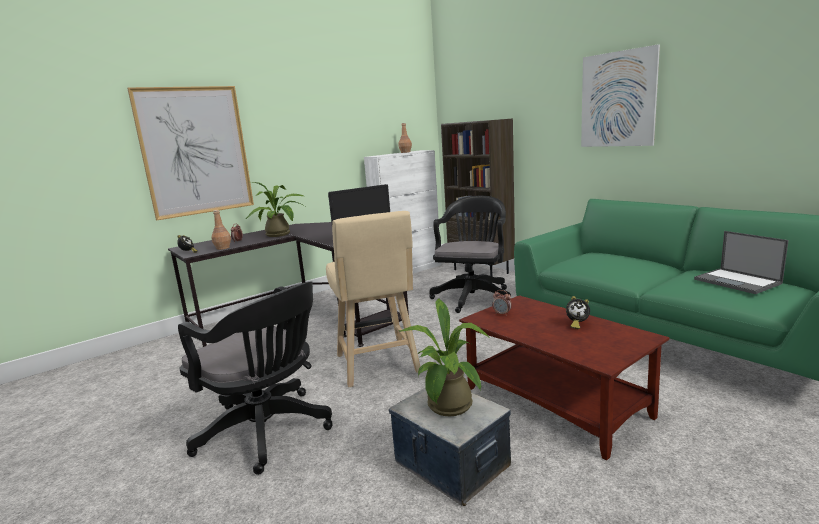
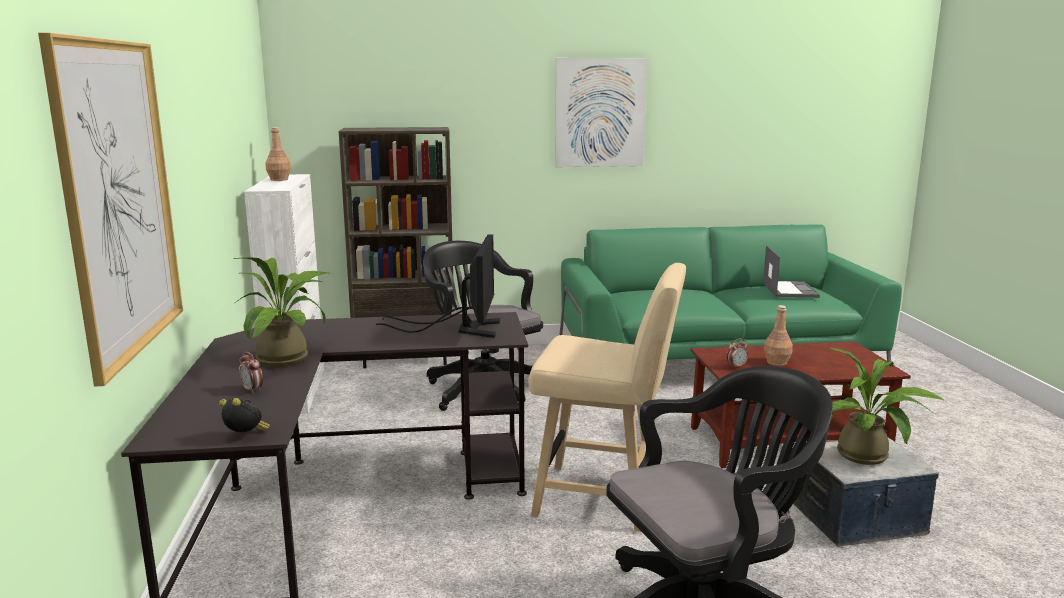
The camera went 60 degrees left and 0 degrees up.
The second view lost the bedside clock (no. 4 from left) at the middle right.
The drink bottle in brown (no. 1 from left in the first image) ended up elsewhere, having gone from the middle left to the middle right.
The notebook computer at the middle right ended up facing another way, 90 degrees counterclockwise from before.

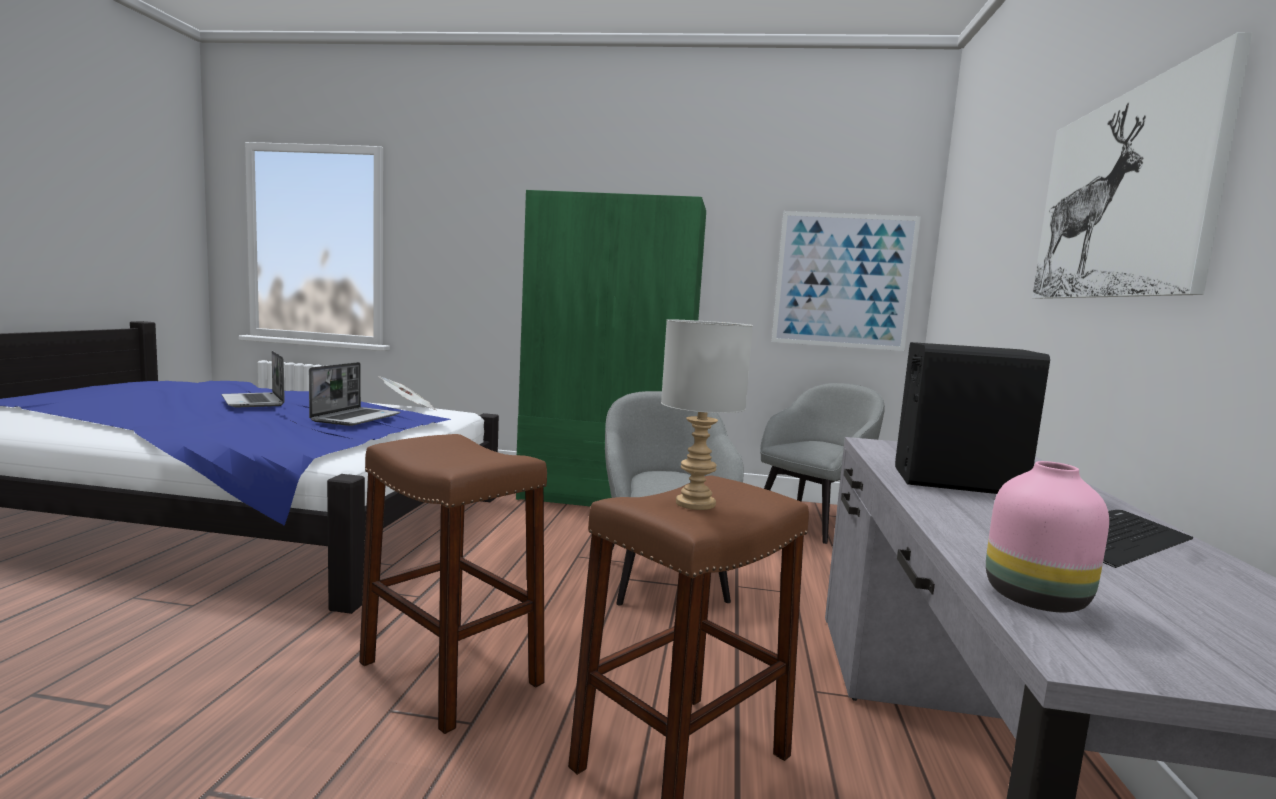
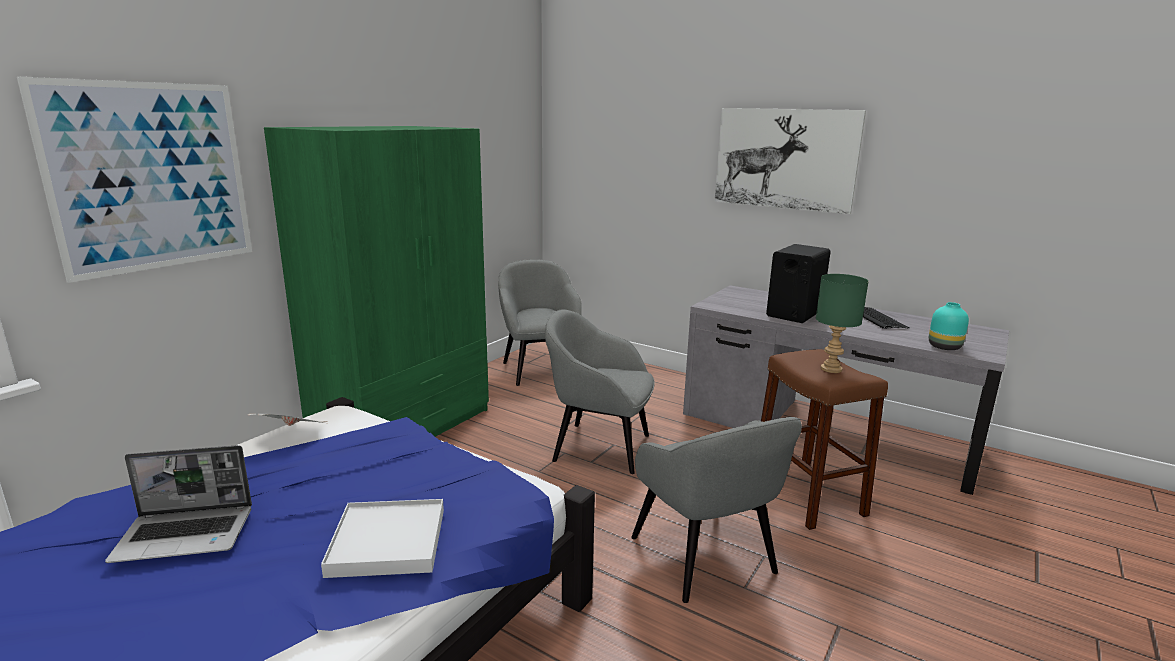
The camera went 65 degrees left and 10 degrees up.
The second view lost the notebook computer (no. 2 from left) at the middle left.
The second view gained the tray in white-coloured at the bottom left.
The picture (no. 1 from left) ended up elsewhere, having gone from the centre to the top left.
Where the stool seat in brown (no. 1 from left) stood at the bottom centre, the easy chair in gray (no. 3 from left) came to stand at the bottom centre.
What was the tabletop lamp in gray at the centre turned into the tabletop lamp in green-coloured at the middle right.
What was the flower vase in pinkish at the bottom right turned into the flower vase in turquoise-coloured at the middle right.

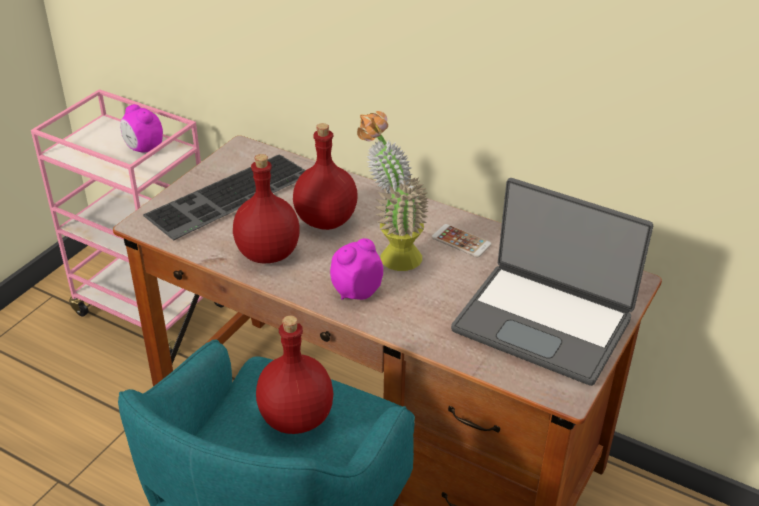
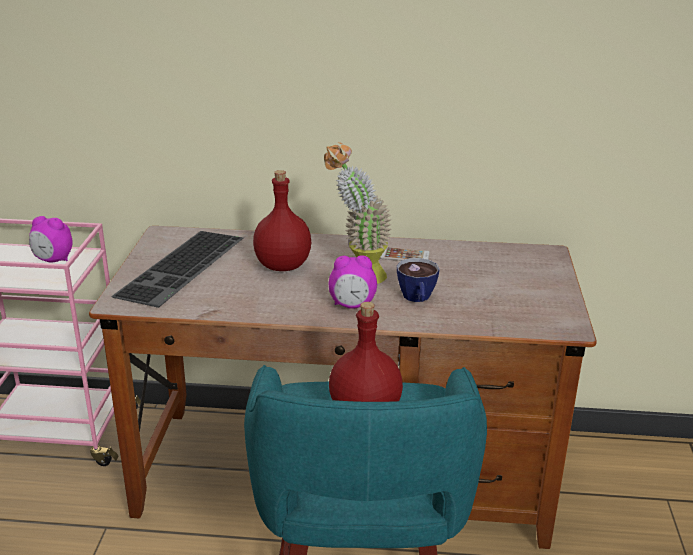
The camera went 25 degrees left and 10 degrees down.
The second view lost the drink bottle in red (no. 1 from left) at the centre.
The second view lost the notebook computer at the middle right.
The second view gained the small cup at the centre.
The bedside clock (no. 2 from left) at the centre ended up facing another way, 120 degrees counterclockwise from before.

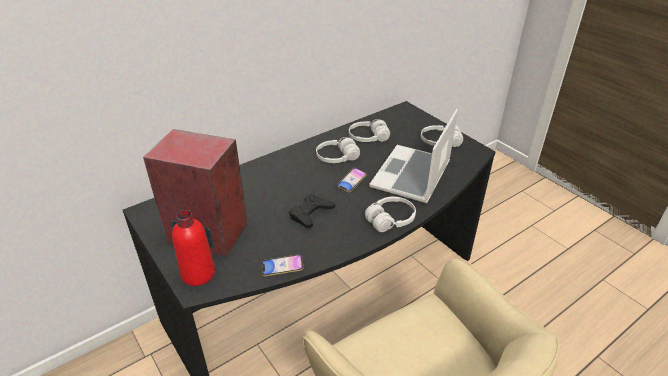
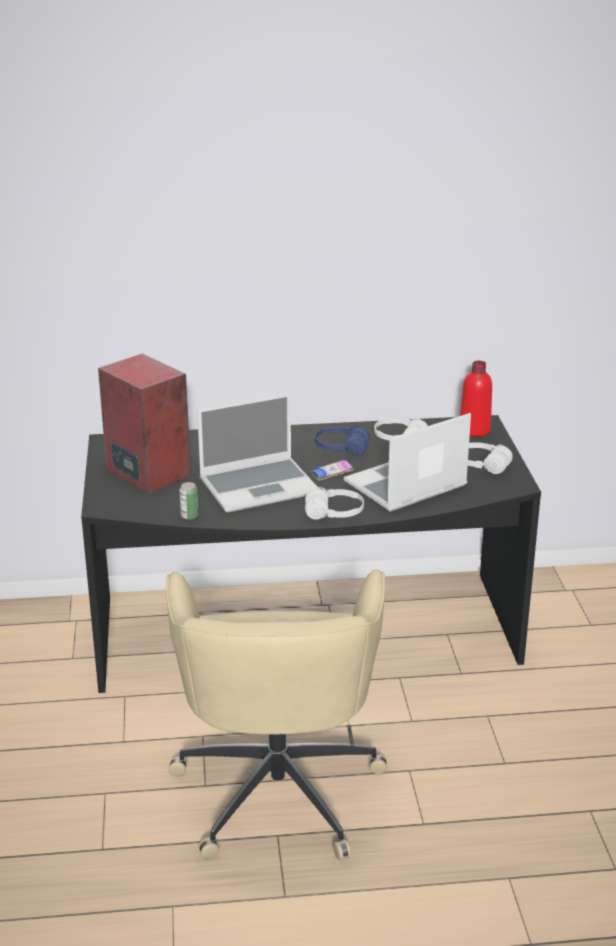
The camera went 30 degrees right and 10 degrees down.
The drink bottle in red ended up elsewhere, having gone from the middle left to the middle right.
Where the handset (no. 1 from left) stood at the bottom centre, the metal can came to stand at the middle left.
Where the joypad in black stood at the centre, the notebook computer (no. 1 from left) came to stand at the centre.
What was the pair of headphones in white-coloured (no. 1 from left) at the centre turned into the pair of headphones in blue-coloured at the centre.

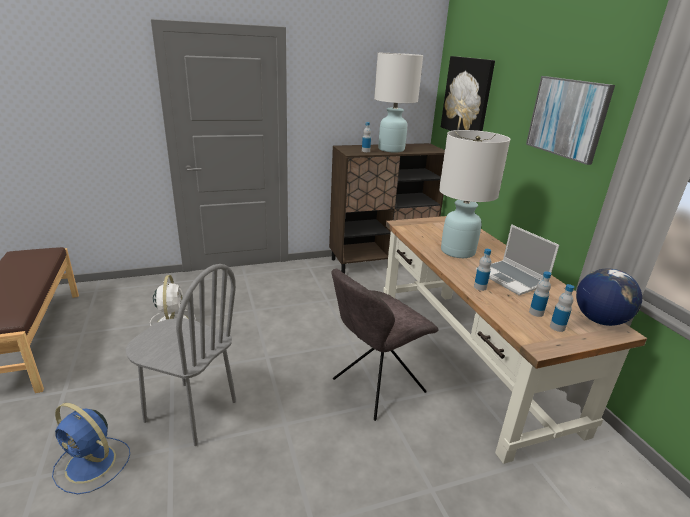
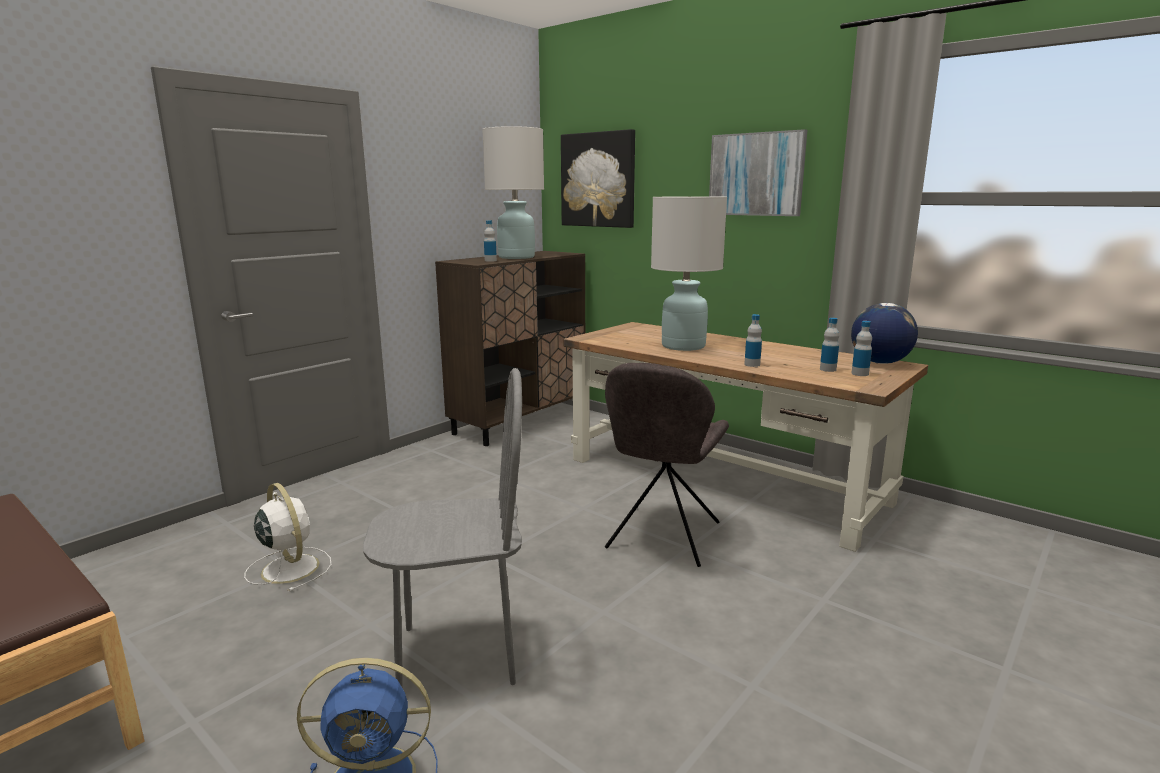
The camera went 30 degrees left and 10 degrees down.
The second view lost the notebook computer at the middle right.

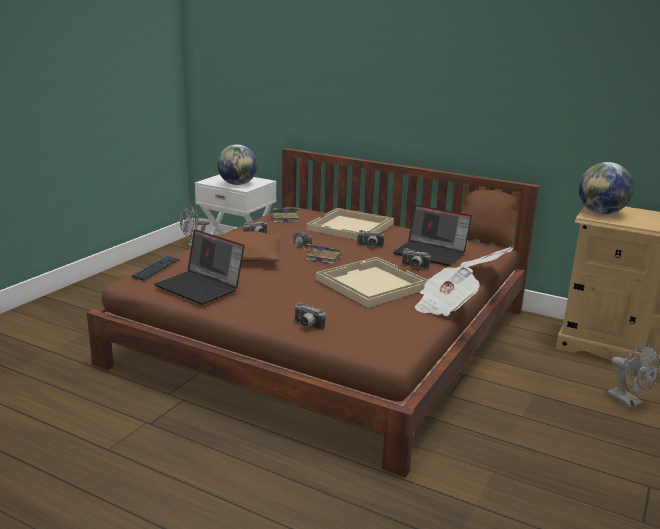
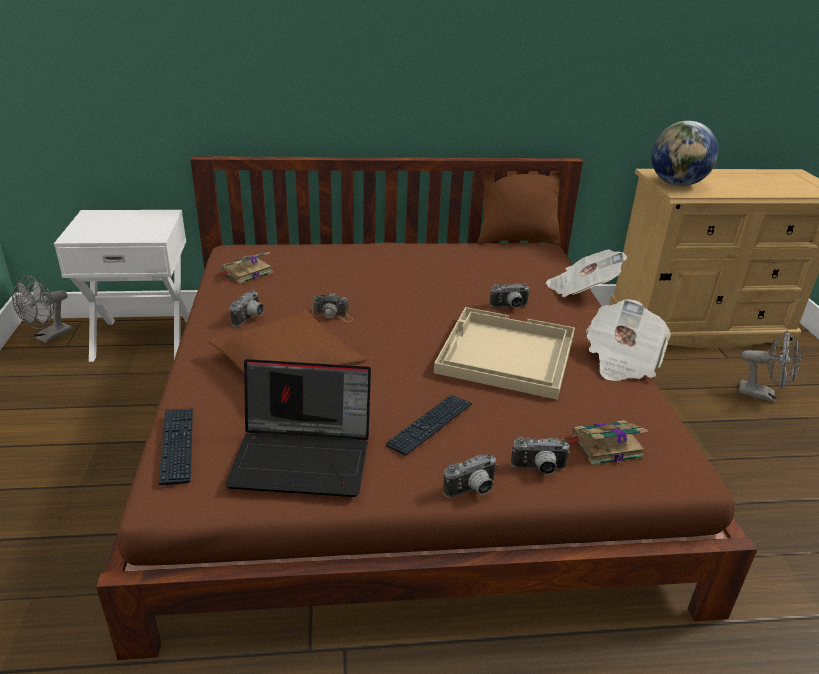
The camera went 35 degrees left and 10 degrees up.
The second view lost the desk globe (no. 1 from left) at the top centre.
The second view lost the tray in beige-coloured (no. 1 from left) at the centre.
The second view lost the notebook computer (no. 2 from left) at the centre.
The second view gained the keyboard (no. 2 from left) at the centre.
The book (no. 2 from left) ended up elsewhere, having gone from the centre to the middle right.
The photo camera (no. 4 from left in the first image) ended up elsewhere, having gone from the centre to the bottom centre.

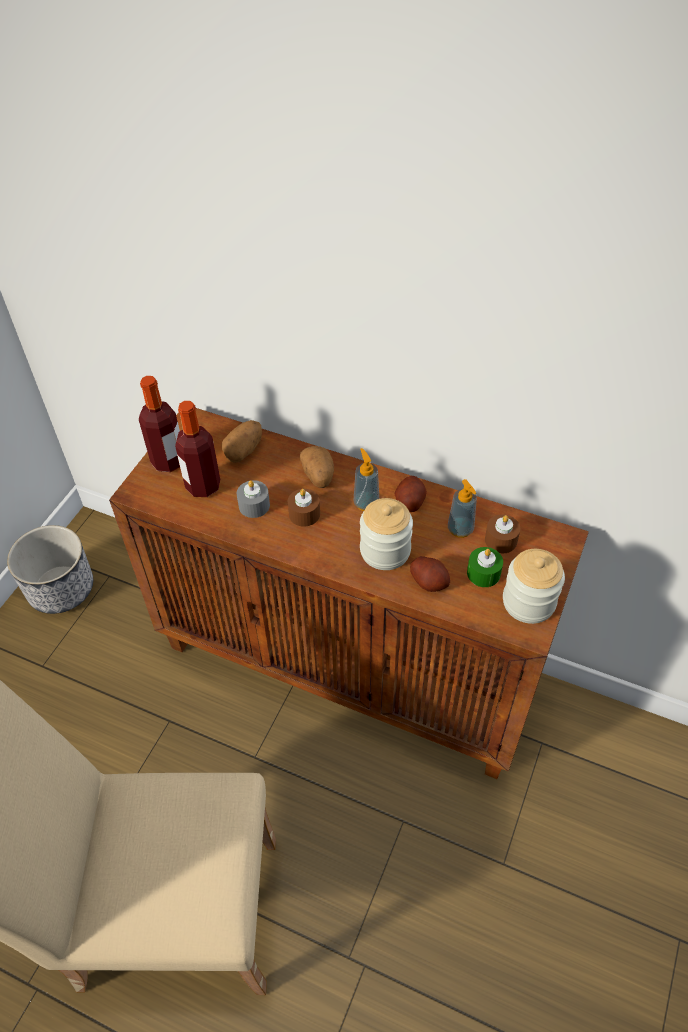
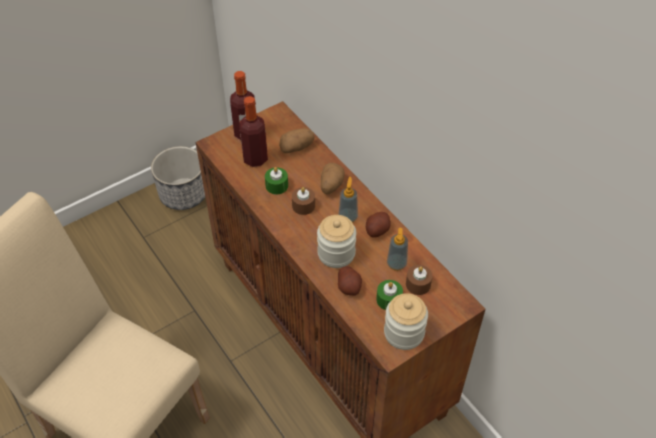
The camera went 30 degrees right and 0 degrees up.
What was the wax light in gray at the centre turned into the wax light in green-coloured (no. 1 from left) at the centre.

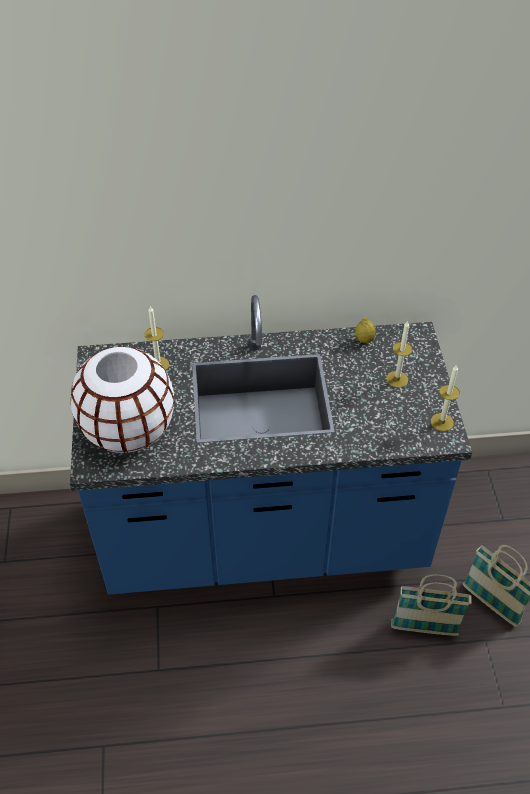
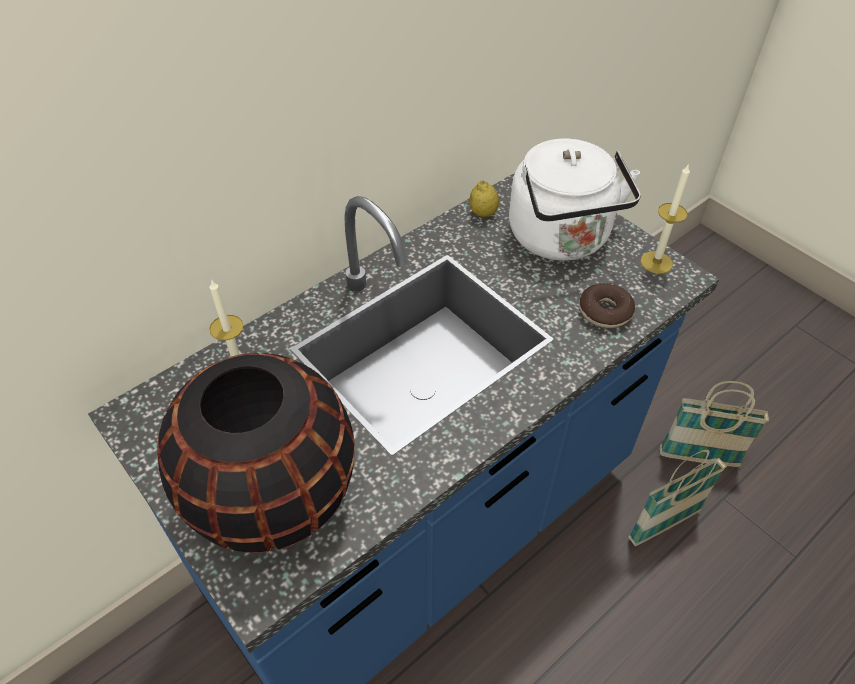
The camera went 35 degrees left and 0 degrees up.
The second view gained the doughnut at the middle right.
Where the wax light (no. 2 from left) stood at the middle right, the tea kettle in white-coloured came to stand at the top right.
What was the flower vase in white-coloured at the middle left turned into the flower vase in black at the middle left.

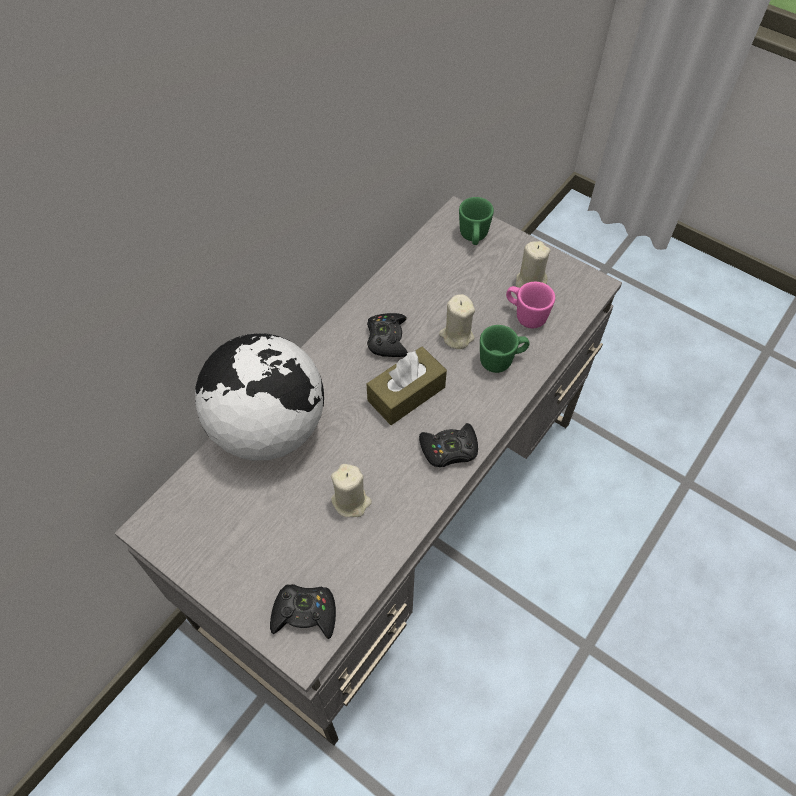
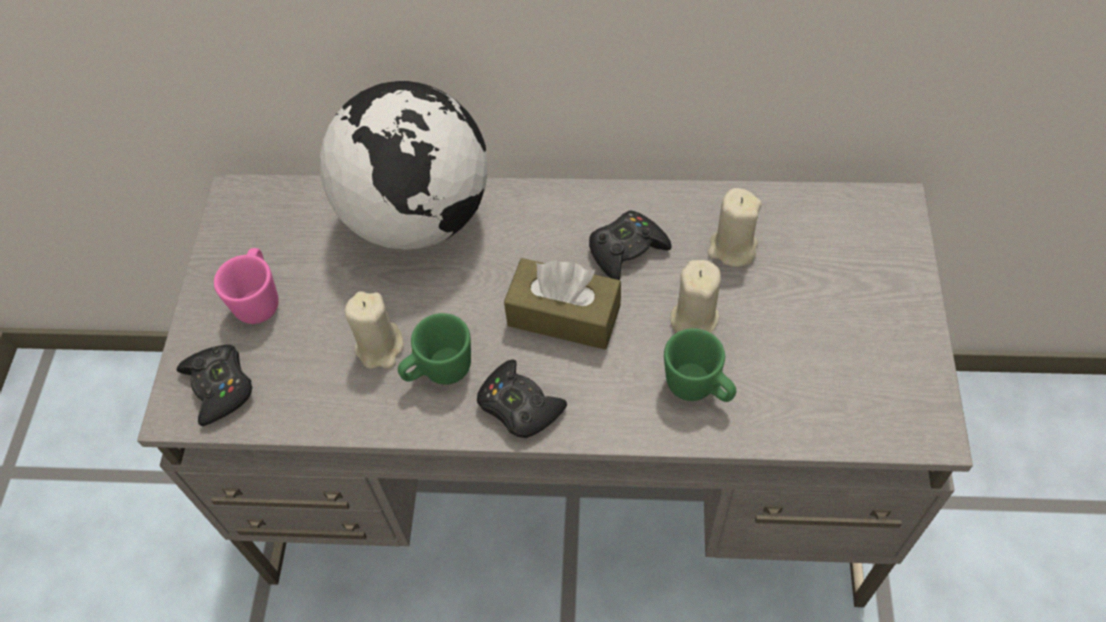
The camera went 60 degrees right and 0 degrees up.
The tea mug in green-coloured (no. 1 from left) ended up elsewhere, having gone from the top centre to the centre.
The tea mug in pinkish ended up elsewhere, having gone from the centre to the middle left.
The wax light in beige-coloured (no. 3 from left) ended up elsewhere, having gone from the top right to the centre.

